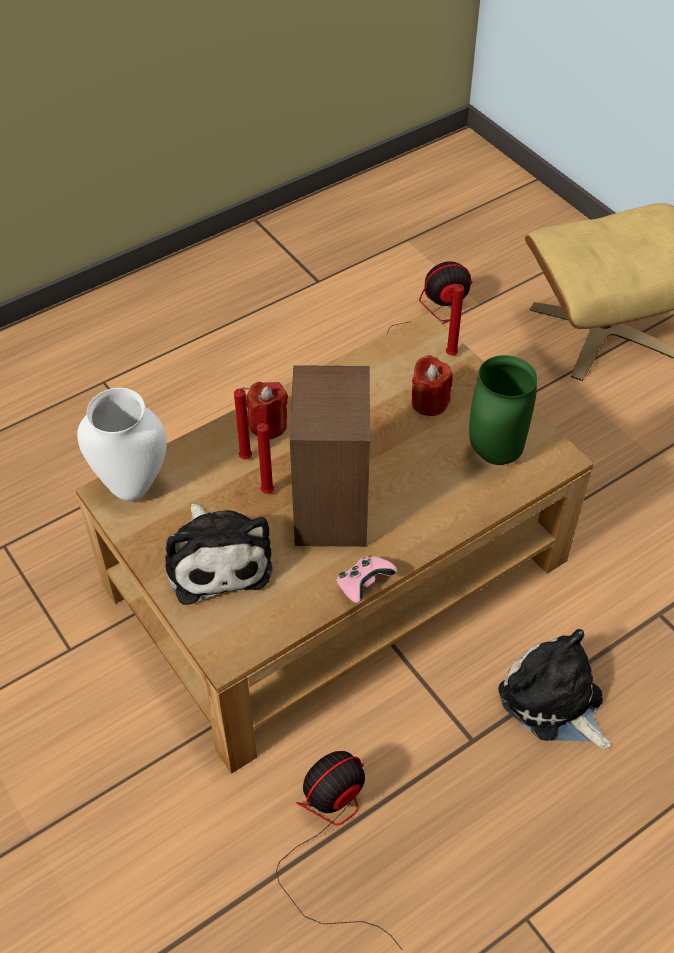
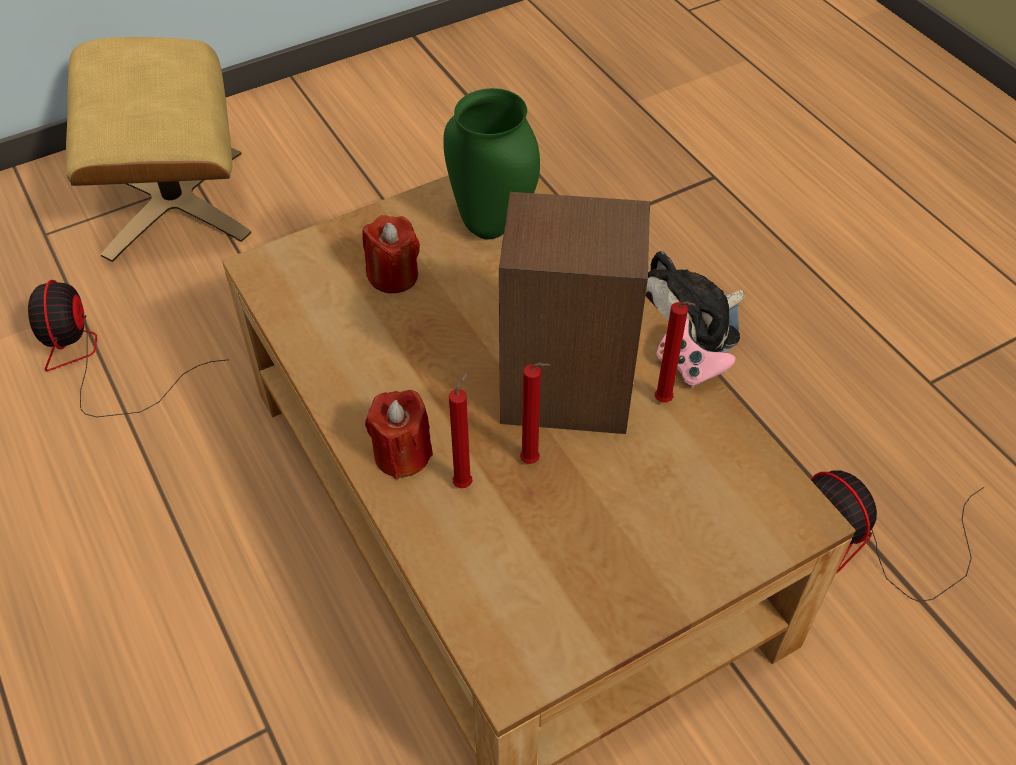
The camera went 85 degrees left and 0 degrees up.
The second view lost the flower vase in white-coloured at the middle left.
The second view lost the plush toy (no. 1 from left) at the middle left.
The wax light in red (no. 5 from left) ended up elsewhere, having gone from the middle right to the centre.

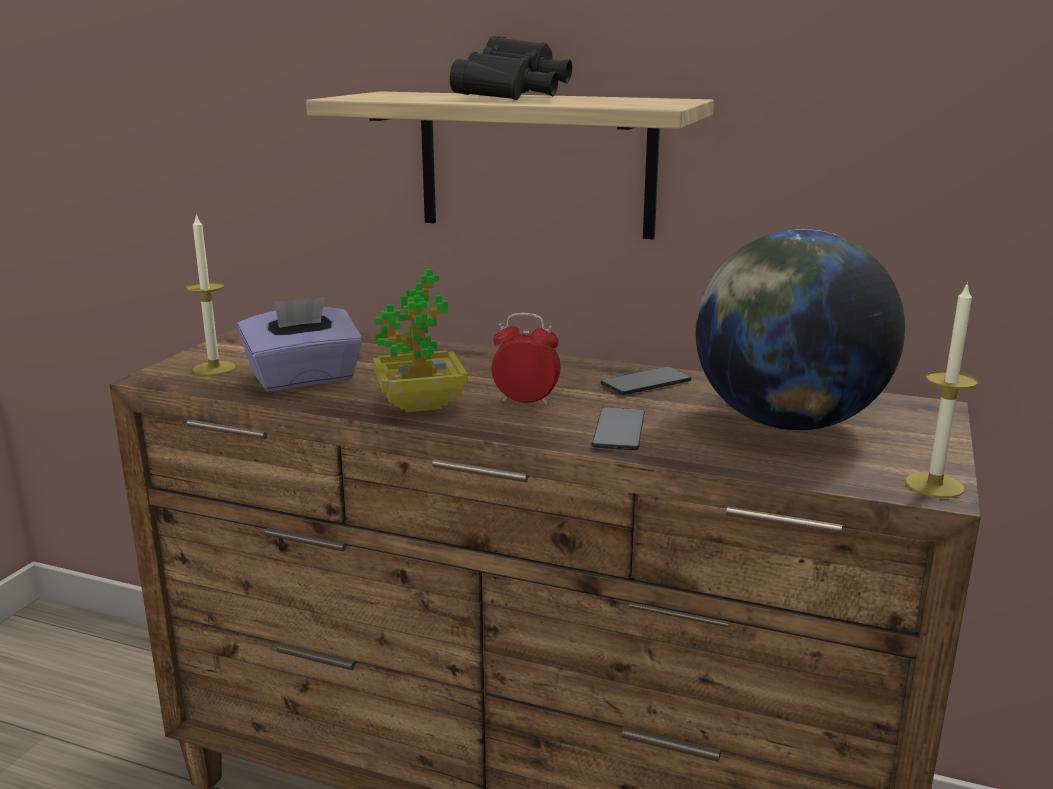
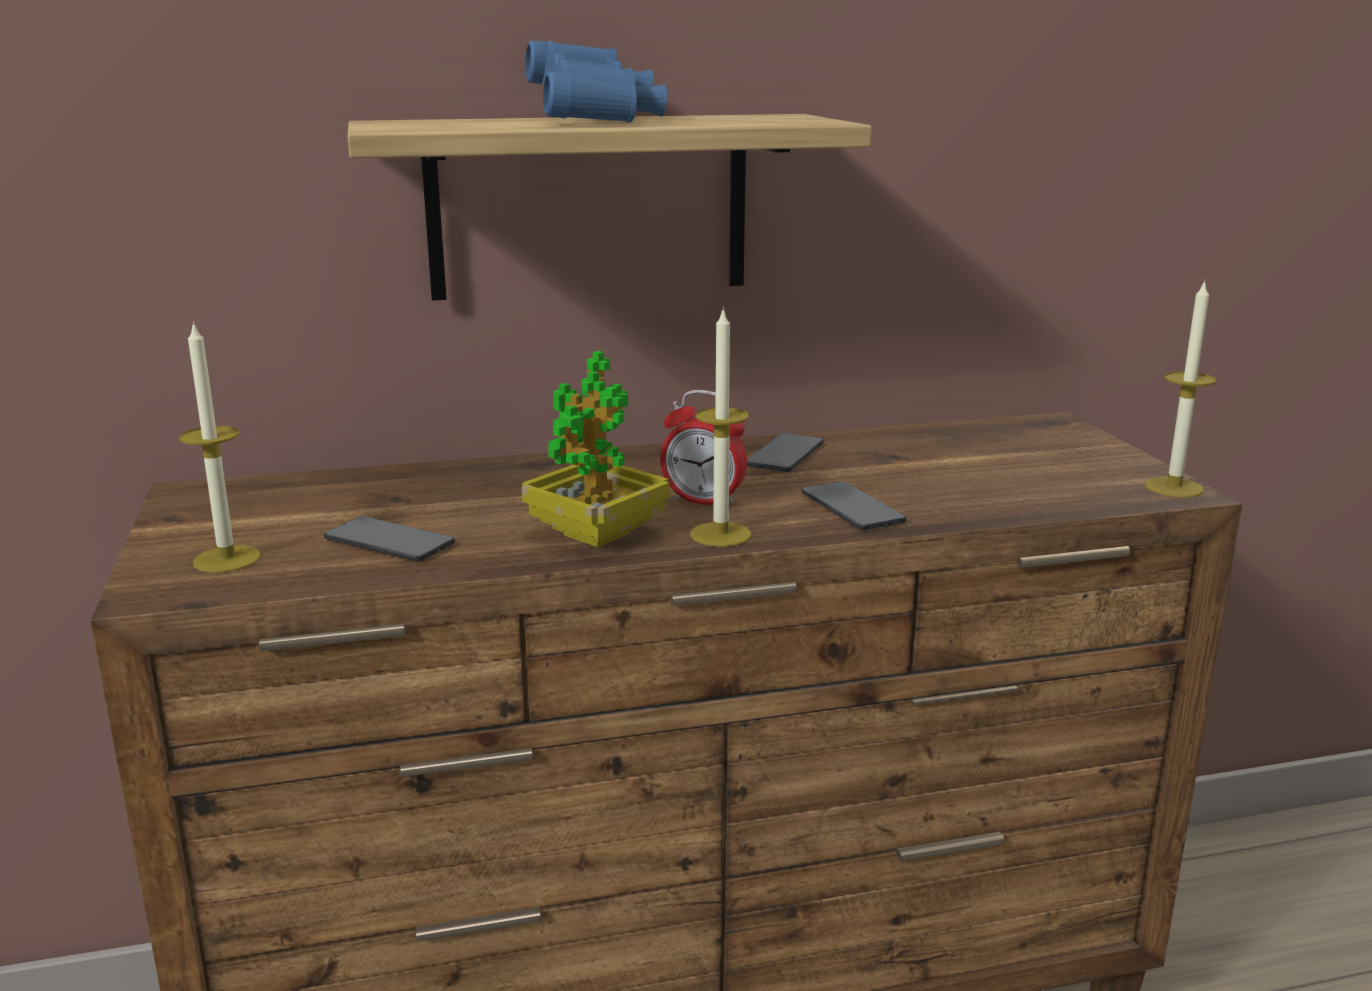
The camera went 35 degrees left and 0 degrees up.
The second view lost the desk globe at the middle right.
The second view gained the wax light (no. 2 from left) at the centre.
Where the box of tissues in purple-coloured stood at the middle left, the handset (no. 1 from left) came to stand at the middle left.
What was the binoculars in black at the top centre turned into the binoculars in blue-coloured at the top centre.
The bedside clock at the centre ended up facing another way, 135 degrees counterclockwise from before.

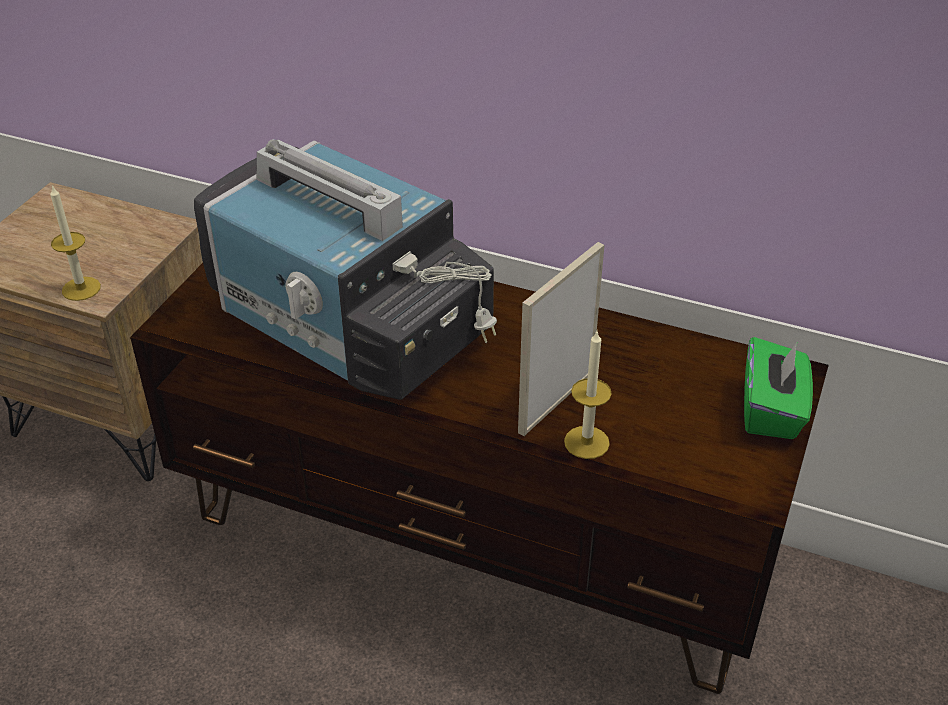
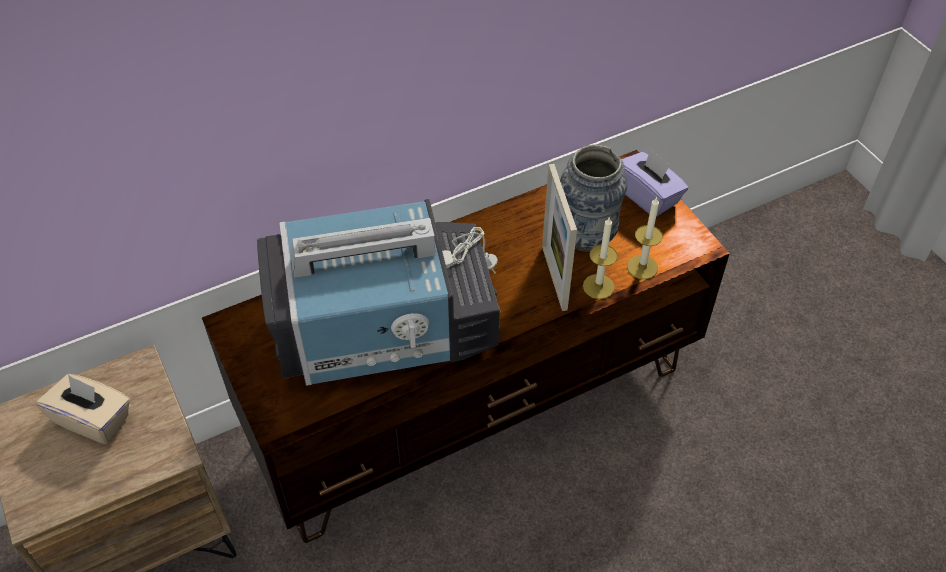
The camera went 50 degrees left and 10 degrees up.
The second view gained the box of tissues in beige-coloured at the bottom left.
The second view gained the flower vase at the centre.
The wax light (no. 1 from left in the first image) ended up elsewhere, having gone from the middle left to the middle right.
What was the box of tissues in green-coloured at the middle right turned into the box of tissues in purple-coloured at the top right.

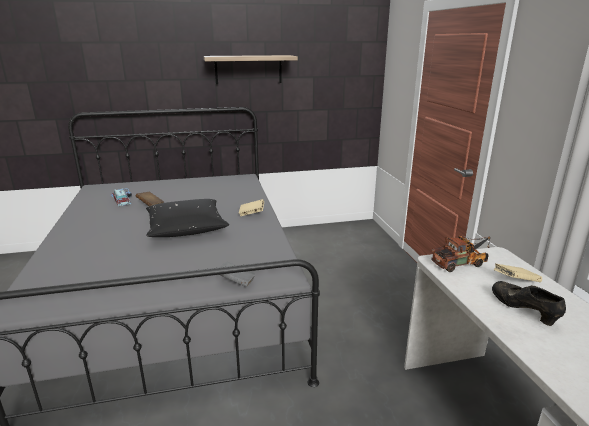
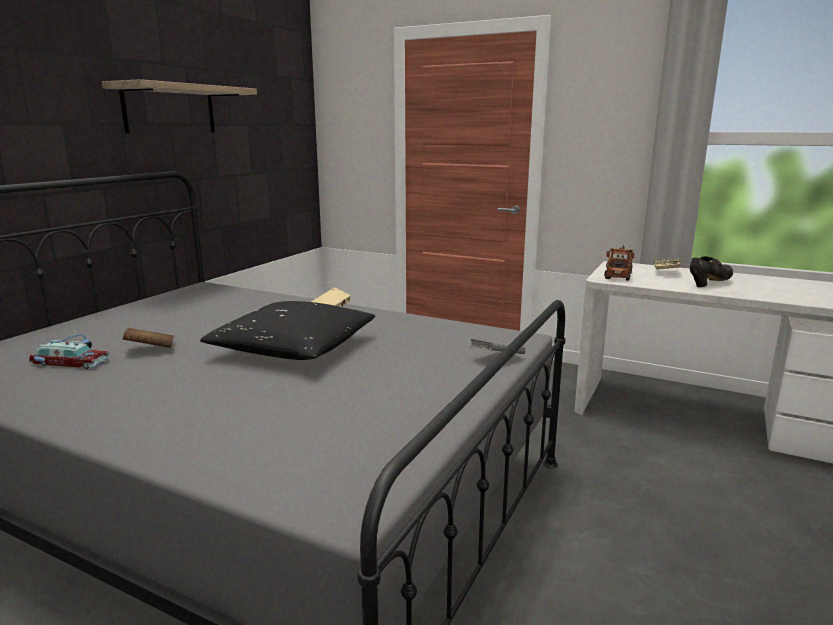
The camera went 50 degrees left and 5 degrees down.
The low shoe in black at the bottom right ended up facing another way, 135 degrees clockwise from before.

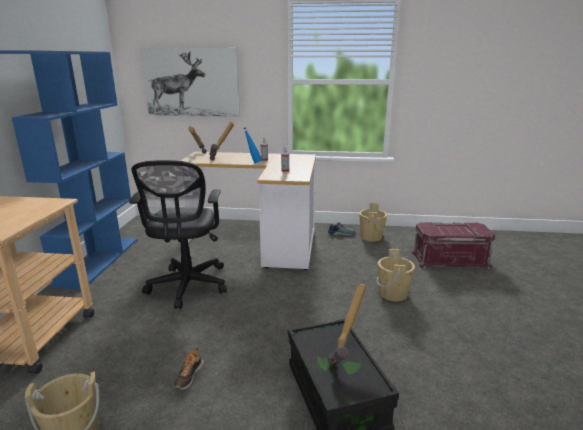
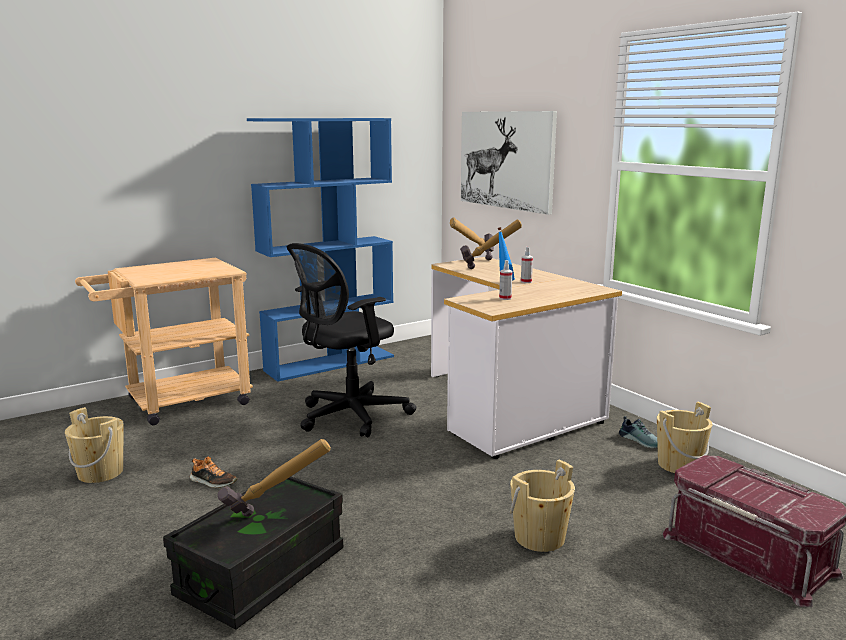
The camera went 50 degrees right and 5 degrees down.
The low shoe (no. 1 from left) at the bottom left ended up facing another way, 135 degrees counterclockwise from before.

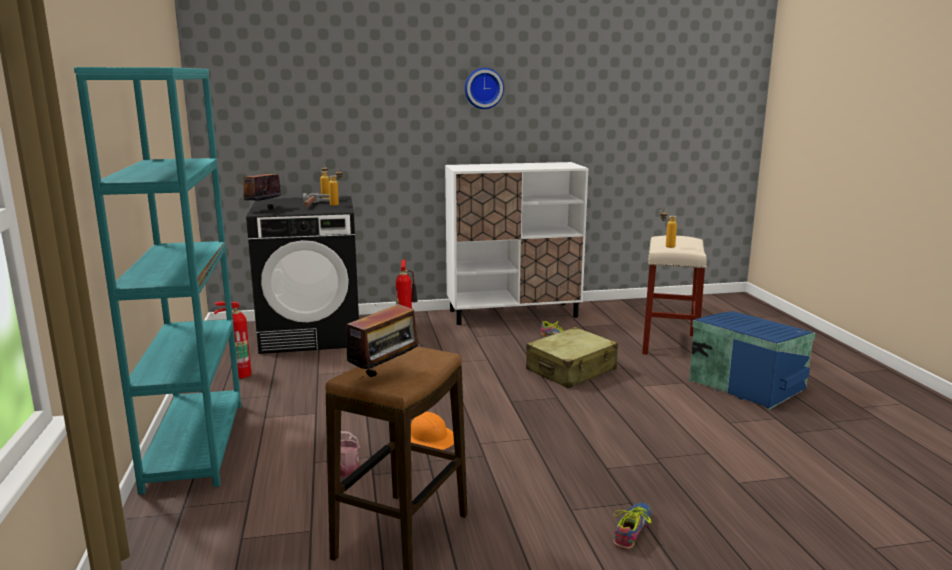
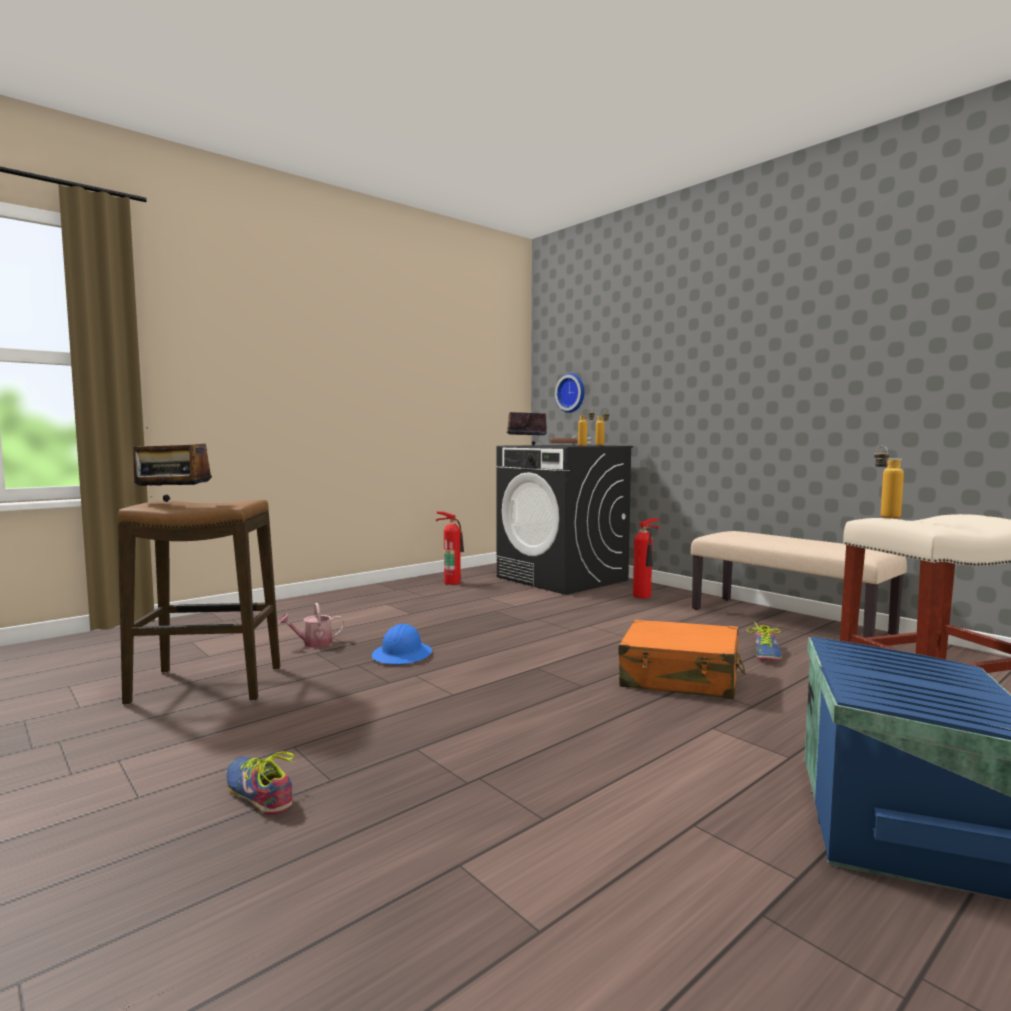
The camera went 60 degrees right and 10 degrees down.
The second view lost the shelving unit in turquoise-coloured at the middle left.
The wall clock ended up elsewhere, having gone from the top centre to the centre.
Where the storage cabinet in white-coloured stood at the centre, the indoor bench in beige-coloured came to stand at the middle right.
What was the work helmet in orange at the bottom centre turned into the work helmet in blue-coloured at the centre.
What was the piece of luggage in beige-coloured at the centre turned into the piece of luggage in orange at the middle right.
The low shoe (no. 2 from left in the first image) at the bottom centre ended up facing another way, 135 degrees counterclockwise from before.

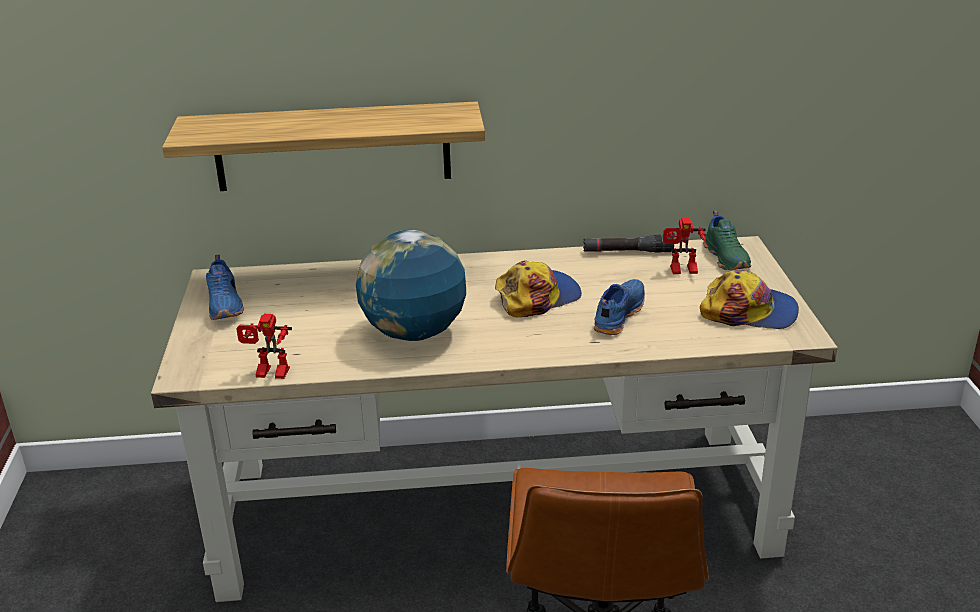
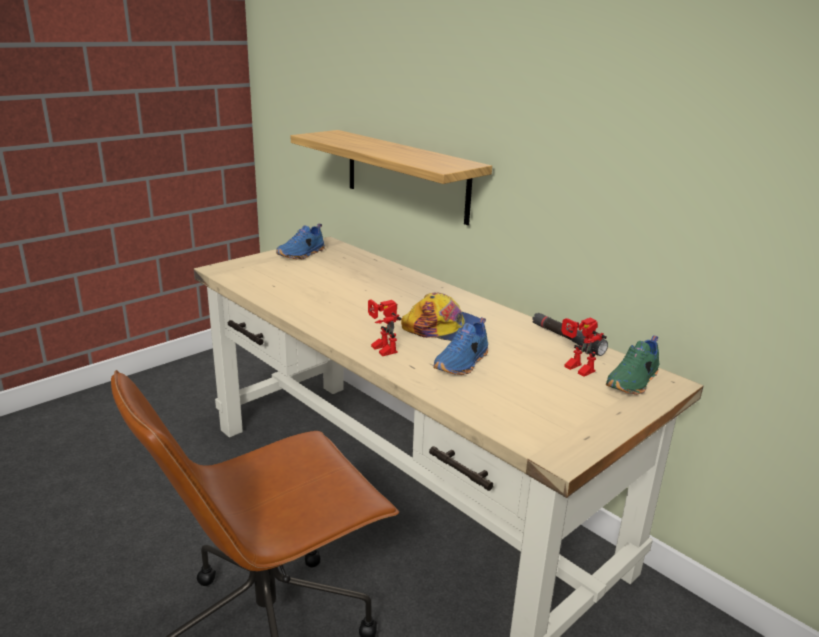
The camera went 50 degrees right and 5 degrees down.
The second view lost the desk globe at the centre.
The second view lost the peaked cap (no. 2 from left) at the middle right.
The model robot (no. 1 from left) ended up elsewhere, having gone from the middle left to the centre.
The low shoe in blue-coloured (no. 2 from left) at the centre ended up facing another way, 135 degrees clockwise from before.

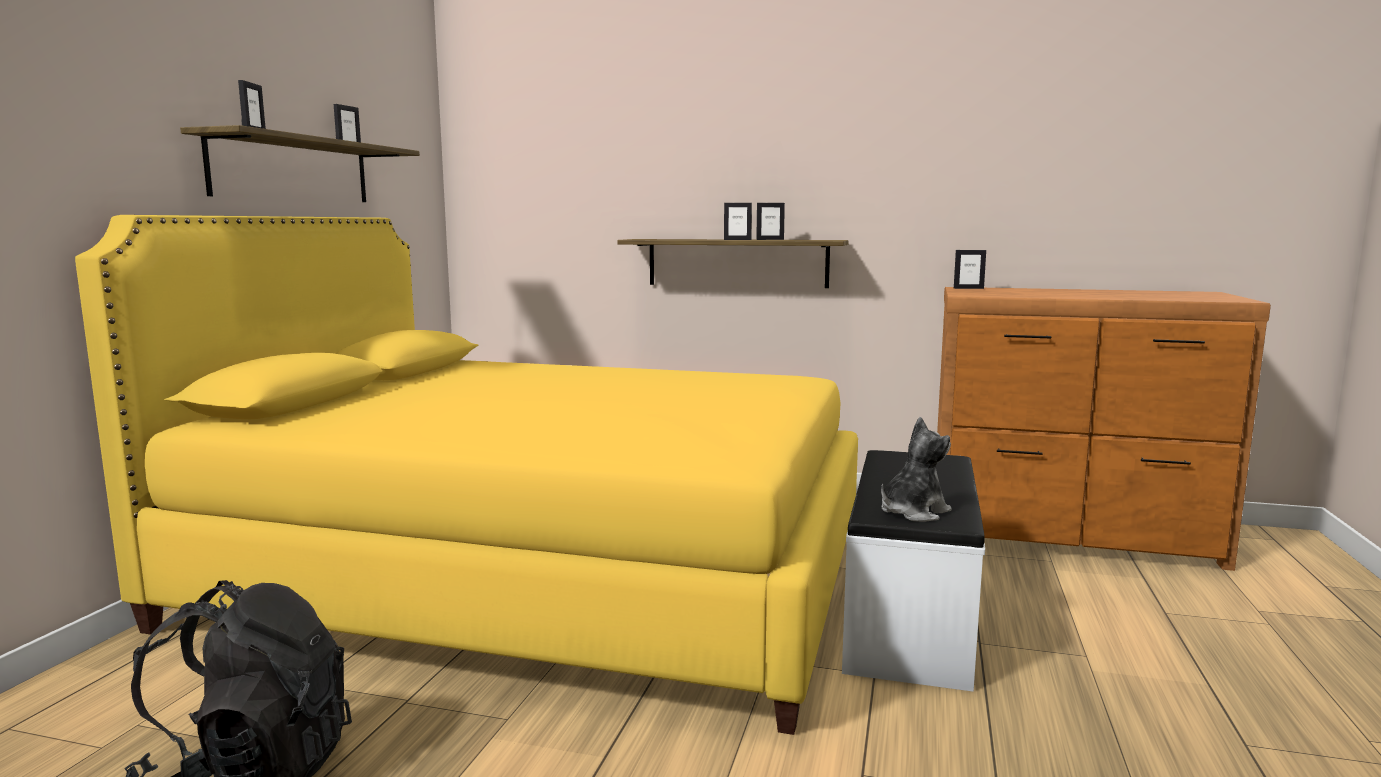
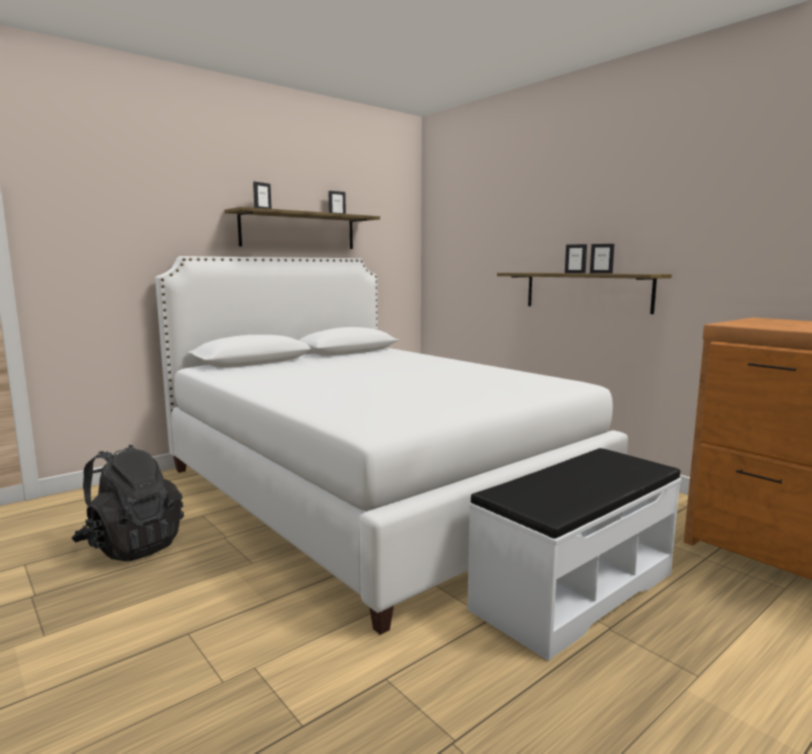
The camera went 35 degrees right and 0 degrees up.
The second view lost the plush toy at the centre.
The second view lost the standing frame (no. 5 from left) at the middle right.
What was the bed in yellowish at the centre turned into the bed in white-coloured at the centre.

